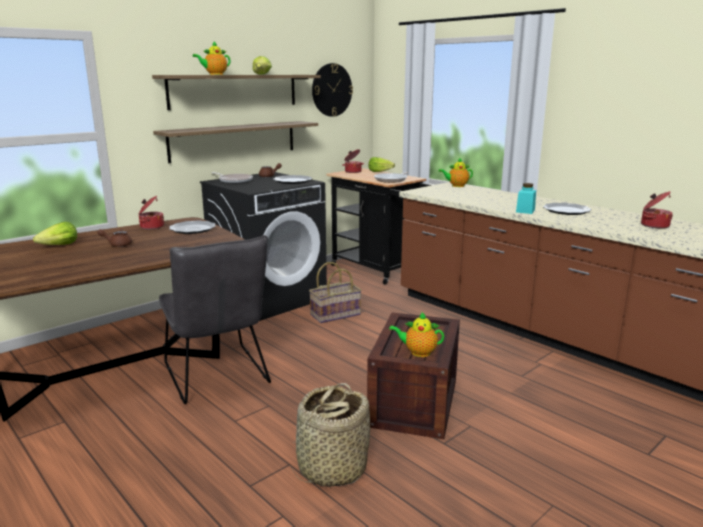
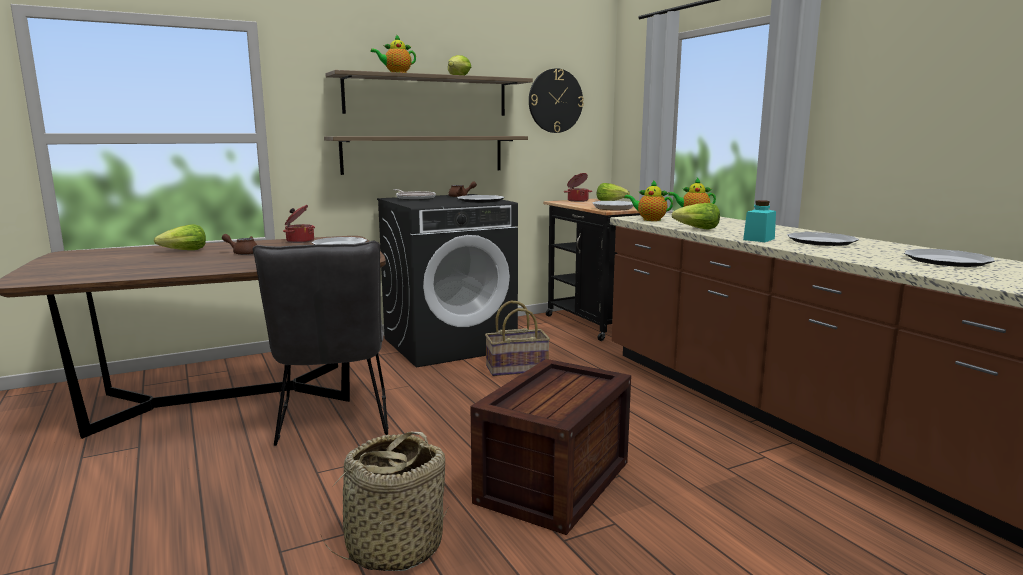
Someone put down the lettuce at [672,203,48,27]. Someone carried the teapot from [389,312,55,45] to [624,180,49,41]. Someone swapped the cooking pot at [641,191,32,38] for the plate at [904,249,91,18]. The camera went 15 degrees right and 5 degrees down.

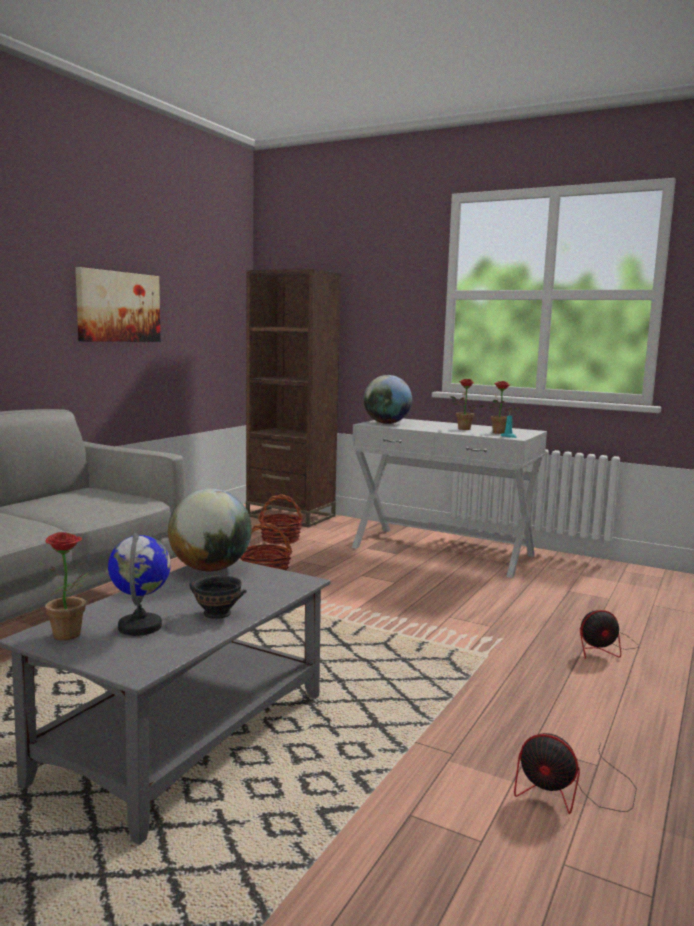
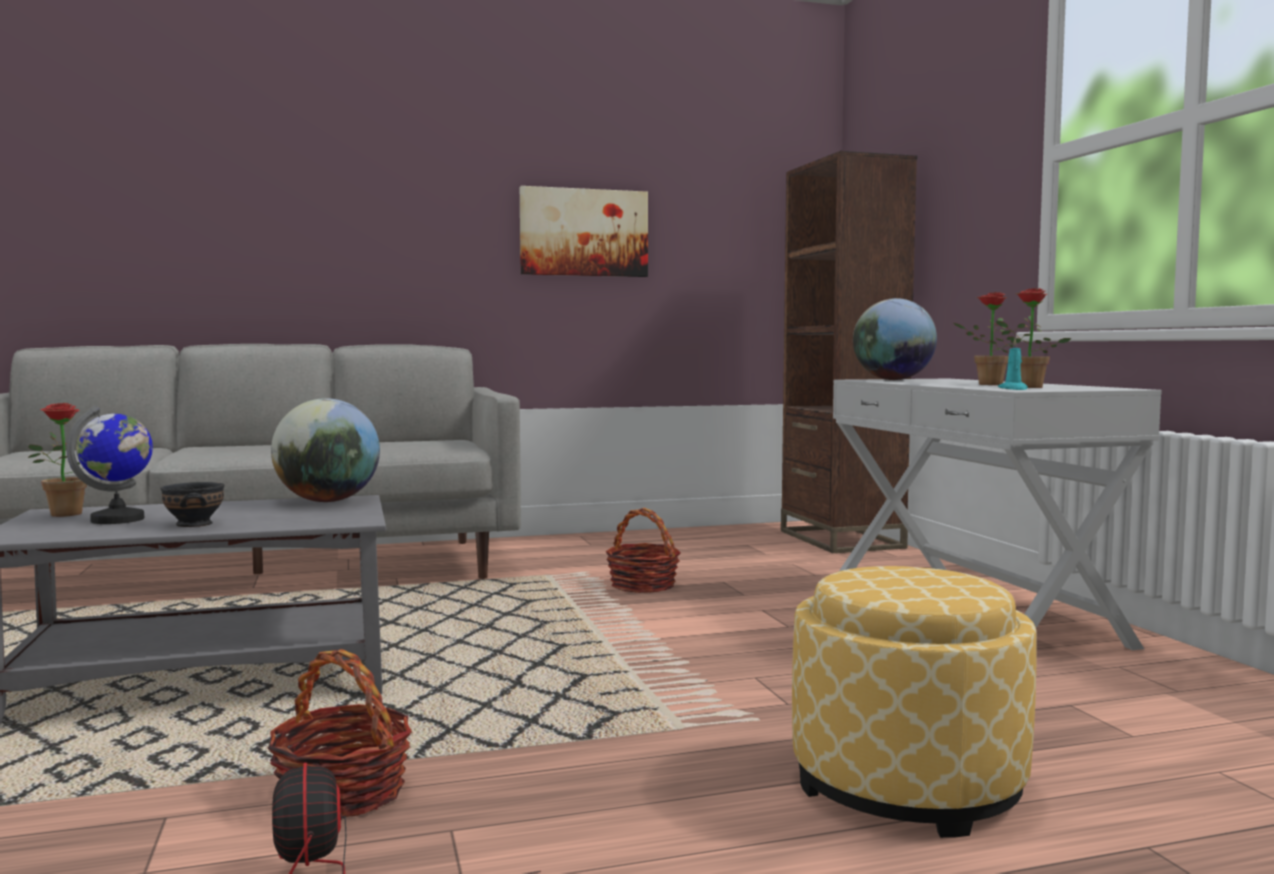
Someone carried the basket from [258,494,45,51] to [267,649,145,168]. Someone swapped the fan at [579,610,60,49] for the ottoman at [792,566,244,272]. The camera went 45 degrees right and 5 degrees down.

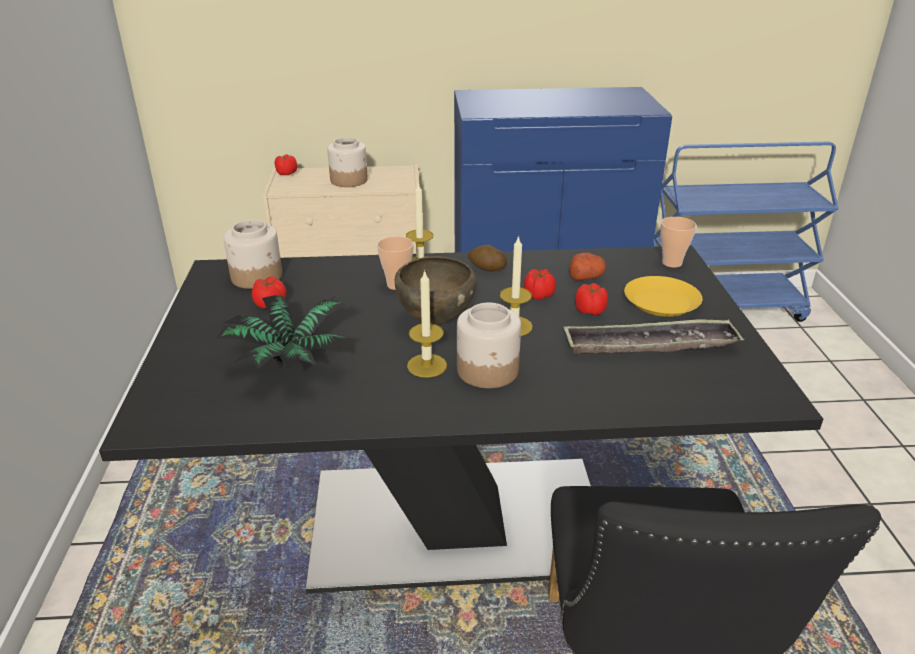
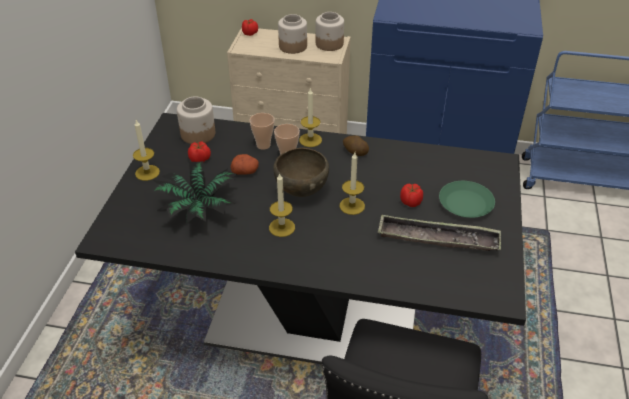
Someone took away the tomato at [524,269,32,31]. Someone put down the candle at [133,120,27,61]. Someone carried the jar from [457,303,64,85] to [316,12,28,39]. Someone carried the potato from [569,253,37,28] to [231,154,28,21]. Someone carried the cup from [660,217,36,51] to [250,113,24,37]. Someone repainted the yellow plate at [624,276,79,41], which became the green plate at [439,181,56,37]. The camera went 15 degrees right and 10 degrees up.

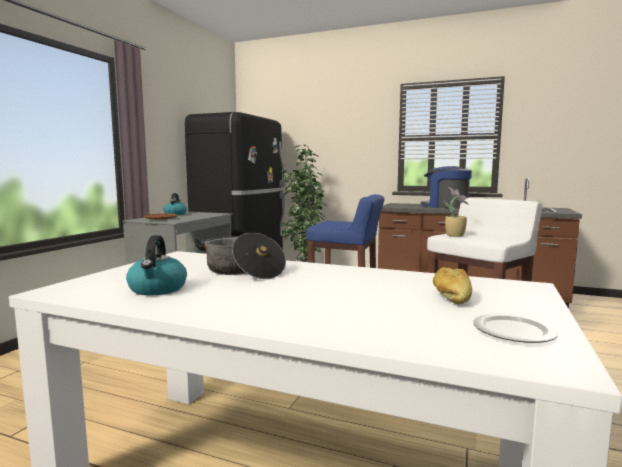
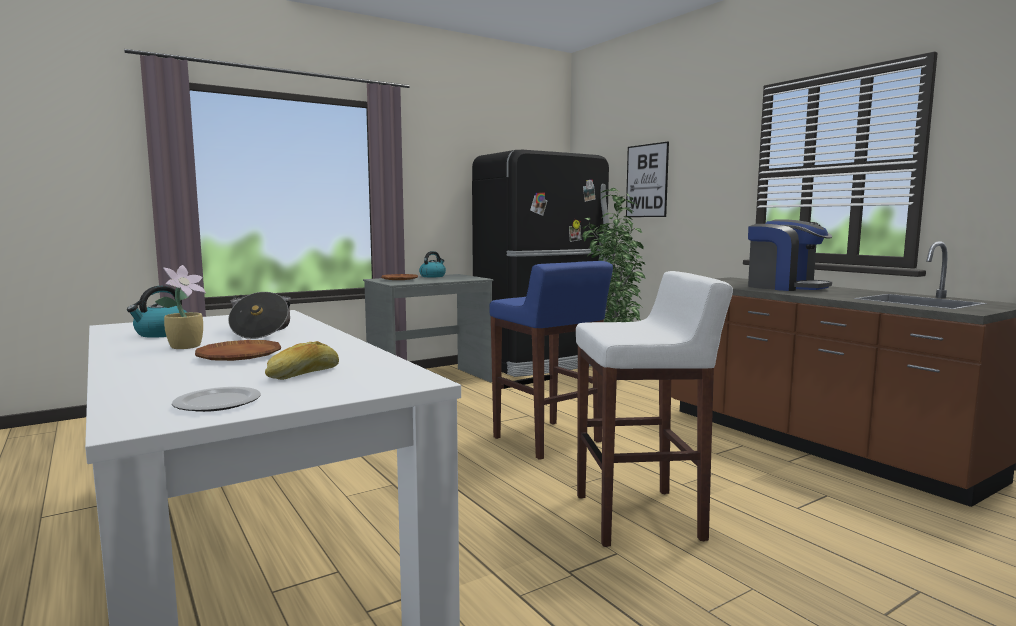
Someone put down the brown plate at [195,340,87,21]. Someone put up the picture at [626,142,43,75]. Someone carried the potted plant from [444,188,25,49] to [155,265,51,84]. Someone rotated the coffee machine at [421,166,51,43] by 150 degrees clockwise. The camera went 35 degrees right and 0 degrees up.

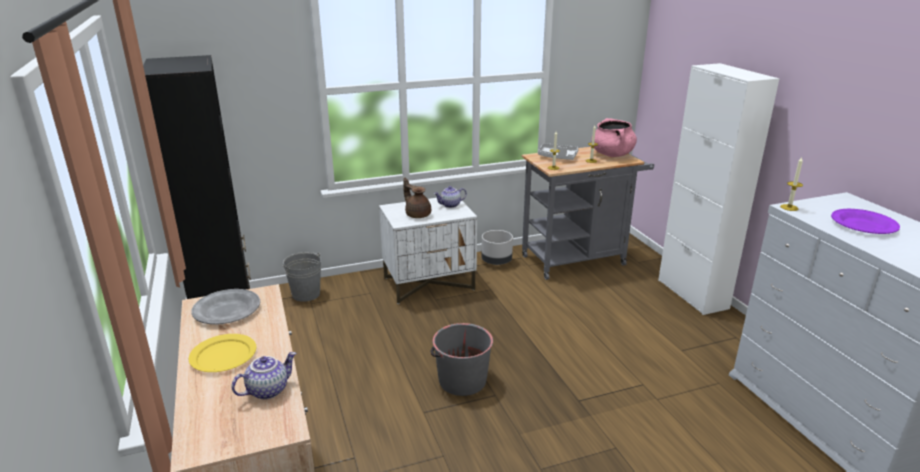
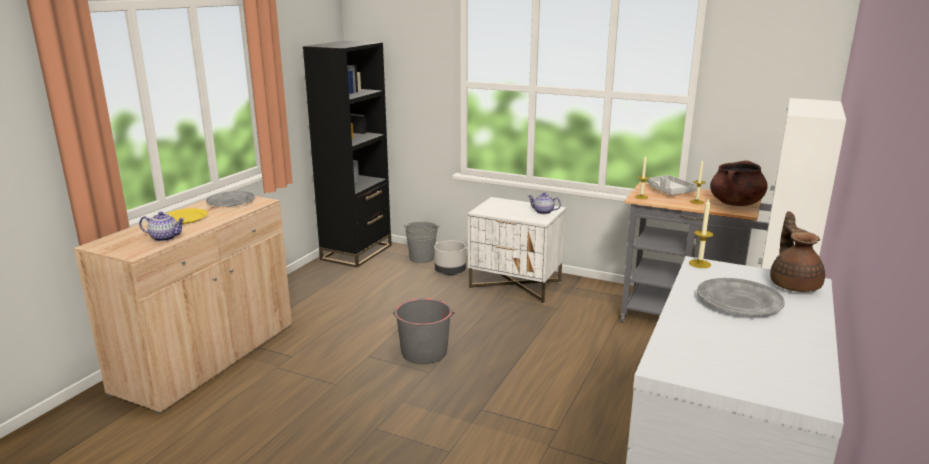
Someone carried the brown teapot from [403,178,28,40] to [770,211,55,81]. Someone carried the grey planter from [481,230,32,35] to [434,241,32,34]. Someone repainted the pink cooking pot at [591,118,46,39], which became the brown cooking pot at [710,161,58,45]. Someone repainted the purple plate at [831,209,69,25], which became the grey plate at [697,278,88,37]. The camera went 45 degrees right and 5 degrees down.

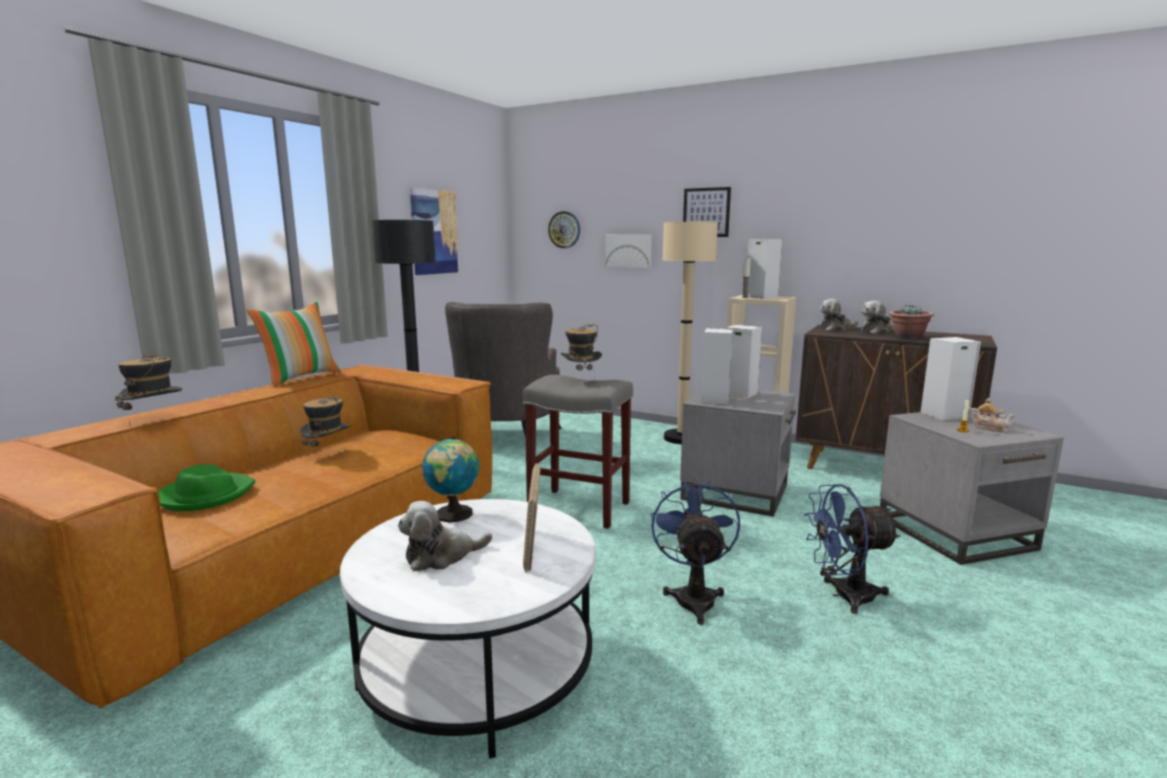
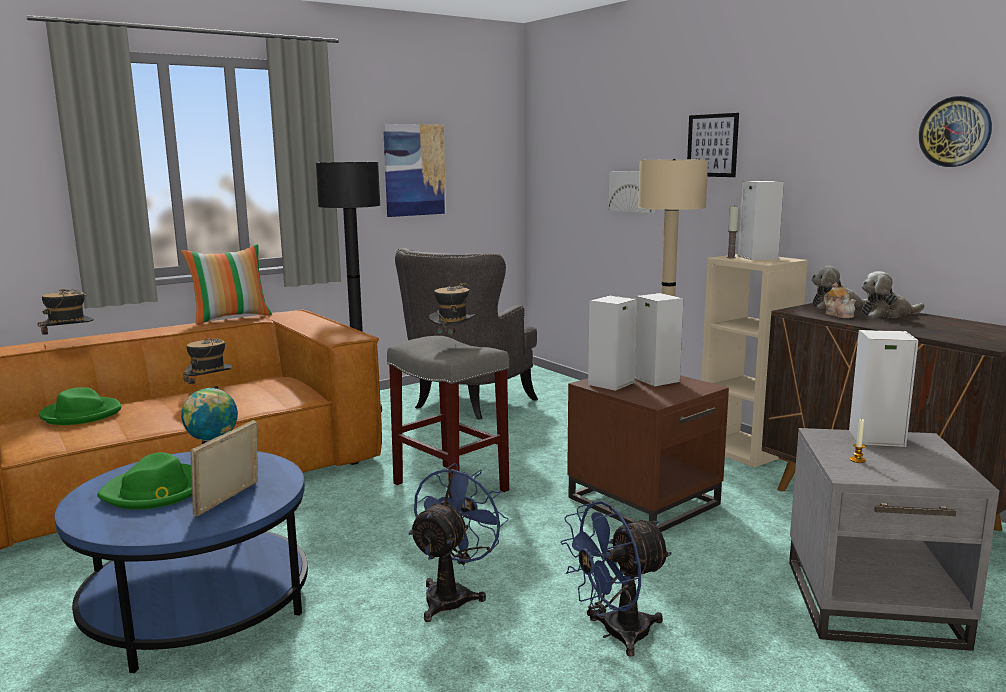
Someone took away the potted plant at [889,304,45,35]. Someone carried the wall clock from [548,211,32,37] to [919,96,73,71]. Someone carried the teapot from [969,398,47,34] to [824,283,32,35]. Someone swapped the plush toy at [398,501,95,70] for the green hat at [97,452,95,58]. Someone repainted the white coffee table at [340,499,256,260], which became the blue coffee table at [54,451,254,222]. Someone repainted the grey side table at [680,390,116,127], which became the brown side table at [567,375,162,157]. Someone rotated the blue fan at [804,484,96,130] by 45 degrees counterclockwise. The camera went 25 degrees right and 0 degrees up.

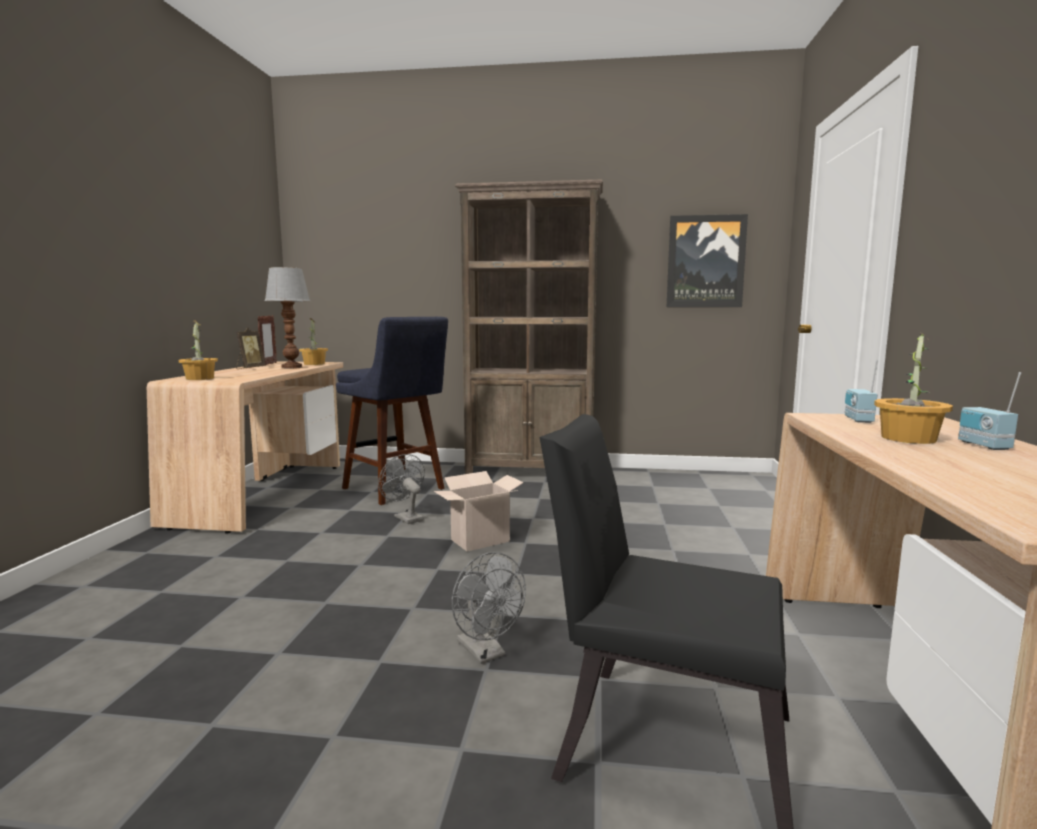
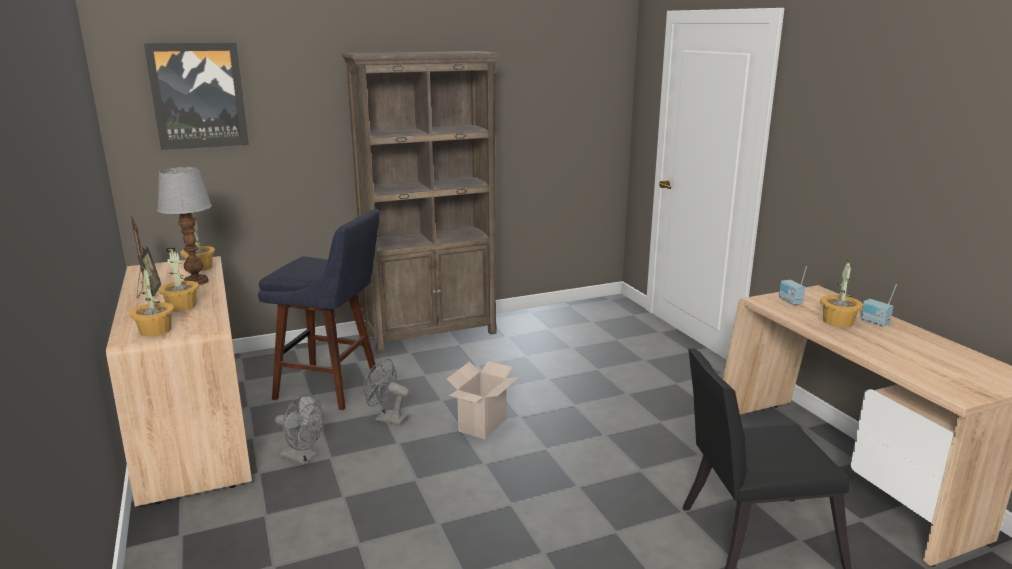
Someone put down the potted plant at [159,248,40,63]. Someone carried the grey fan from [452,552,74,112] to [275,394,49,71]. Someone carried the picture from [667,214,81,93] to [144,43,105,107]. The camera went 30 degrees left and 10 degrees up.

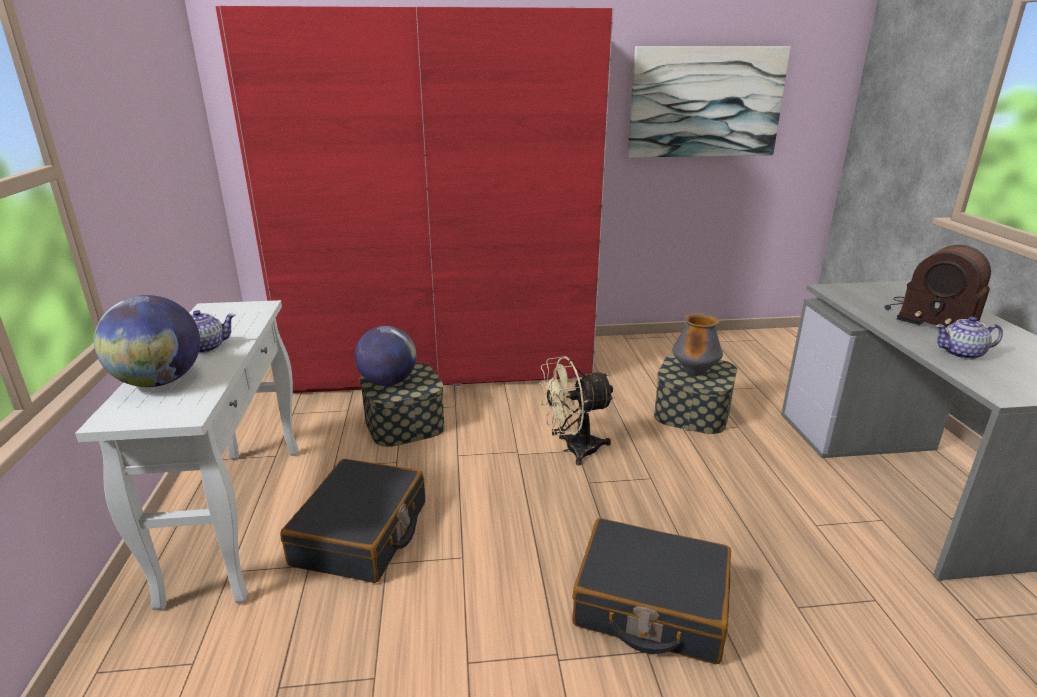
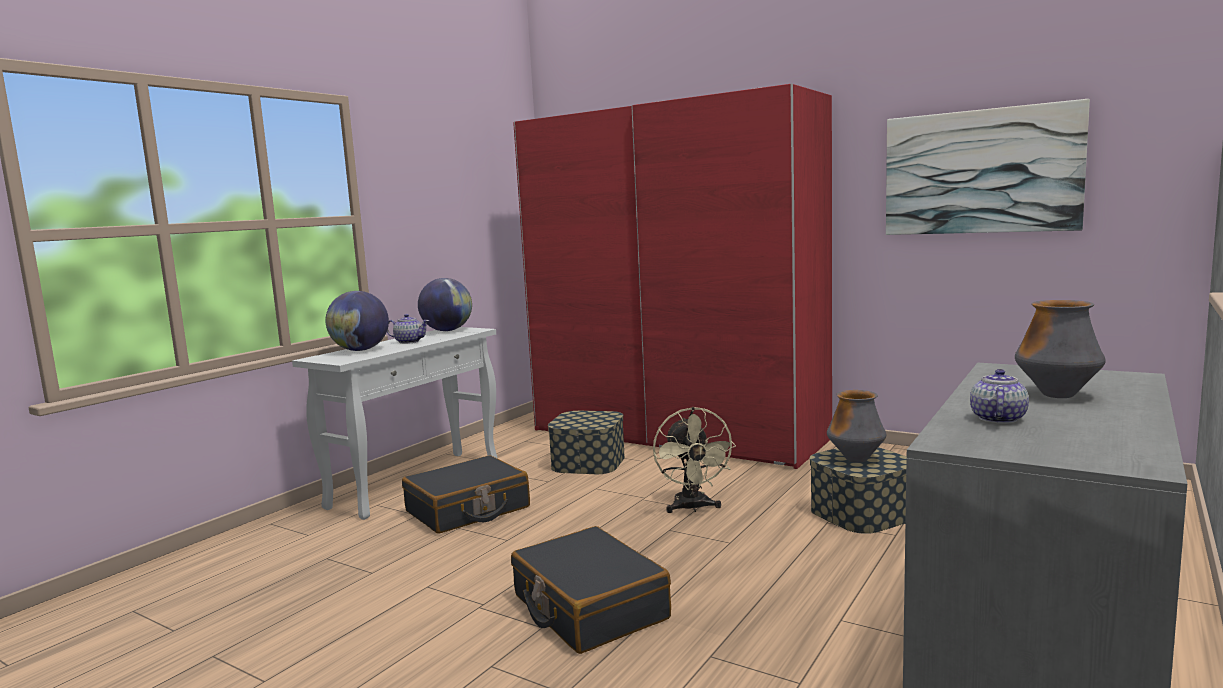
Someone carried the globe from [355,326,61,60] to [418,278,54,53]. Someone swapped the radio at [884,245,107,83] for the vase at [1015,300,91,98]. Someone rotated the beige fan at [539,356,76,109] by 120 degrees counterclockwise. Someone rotated the teapot at [936,316,67,44] by 75 degrees clockwise. The camera went 40 degrees right and 15 degrees down.

